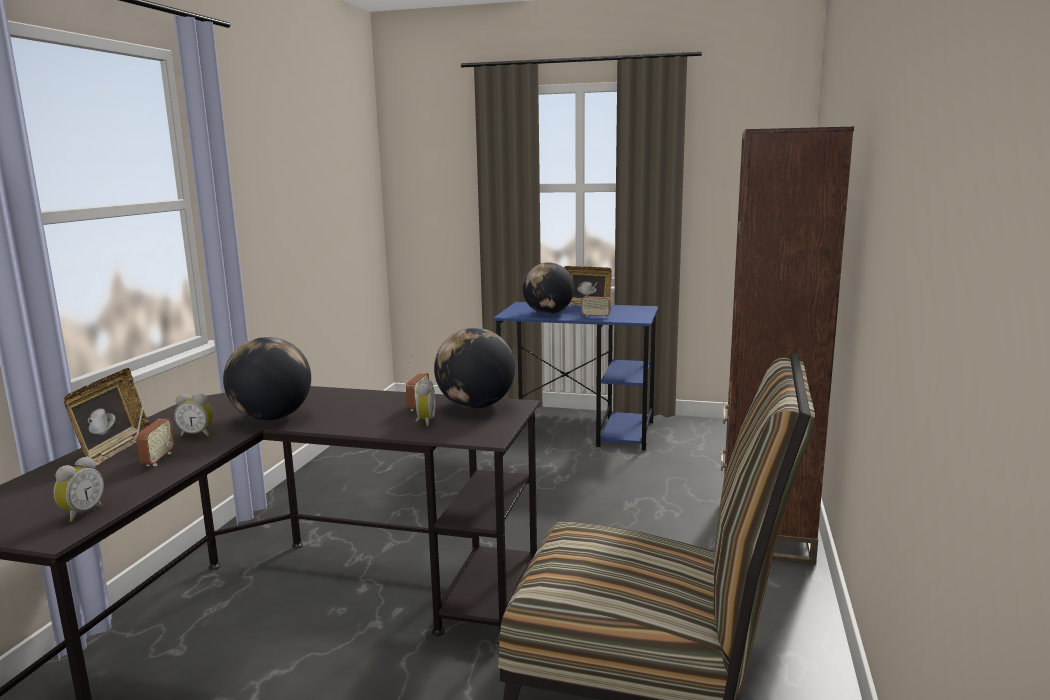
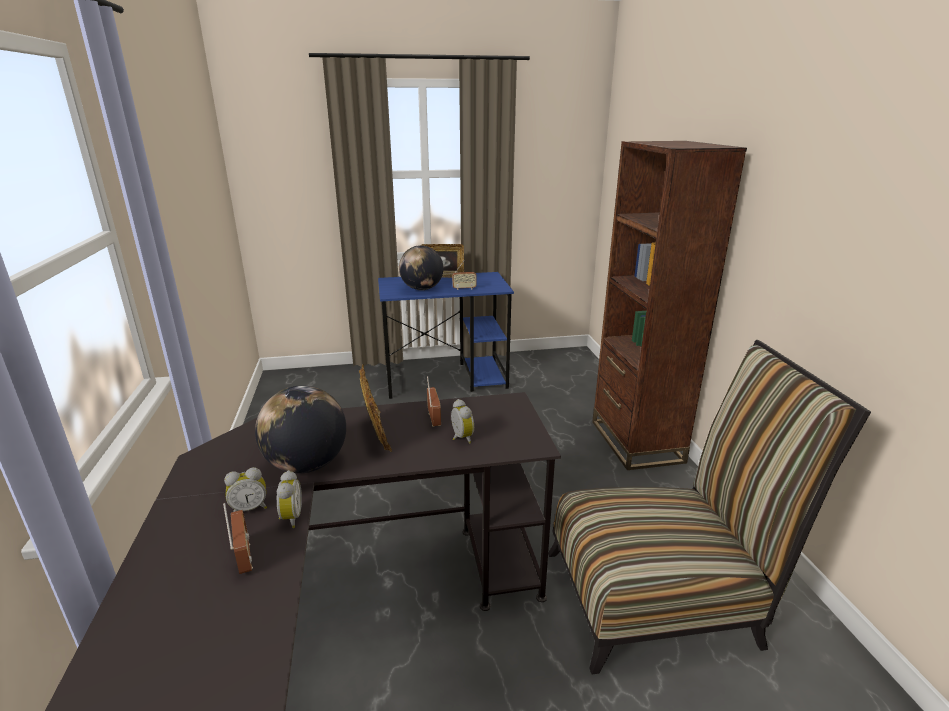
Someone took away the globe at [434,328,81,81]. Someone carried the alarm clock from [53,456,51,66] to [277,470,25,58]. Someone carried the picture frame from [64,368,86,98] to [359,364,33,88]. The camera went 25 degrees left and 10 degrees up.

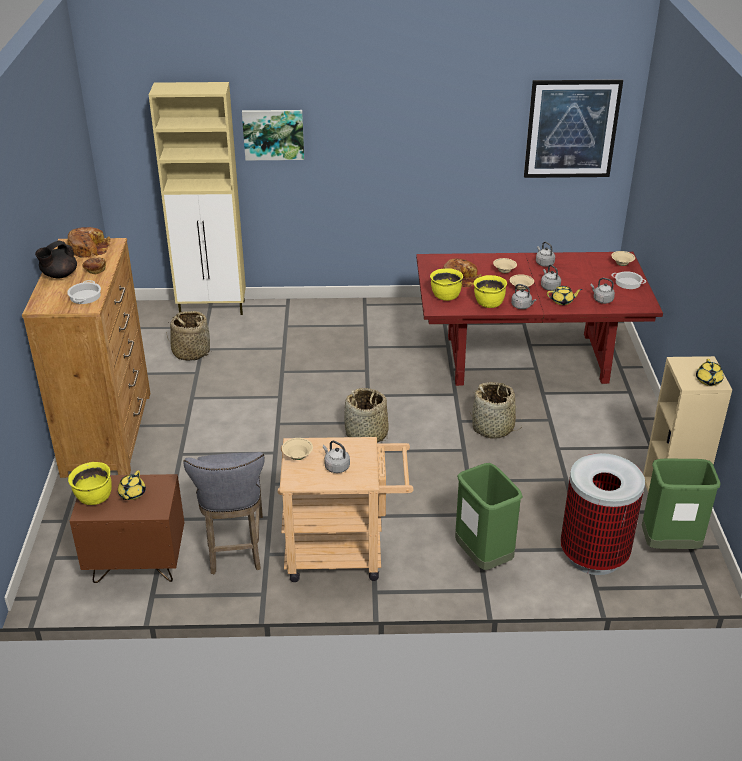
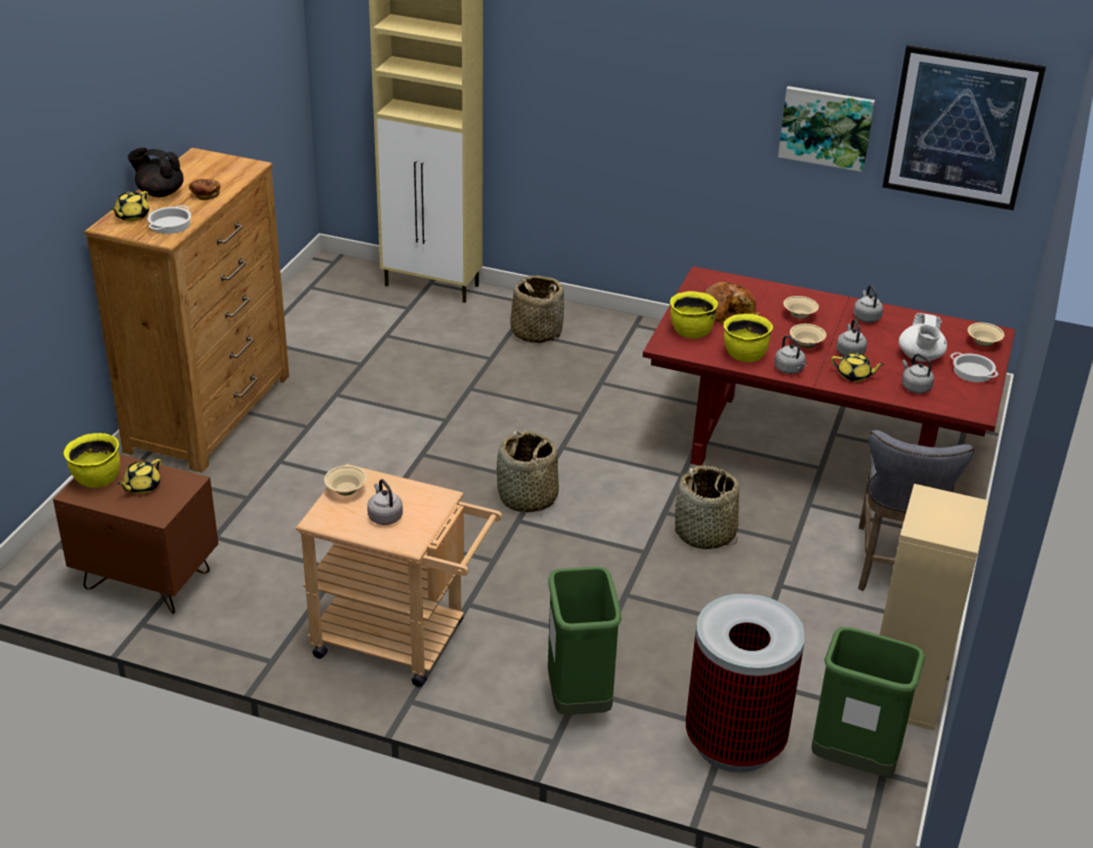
Someone took away the bread at [67,227,44,31]. Someone put down the white teapot at [899,313,48,49]. Someone carried the basket from [166,311,46,50] to [510,275,54,68]. Someone carried the grey stool from [183,452,82,122] to [858,430,116,161]. Someone carried the picture from [242,110,62,50] to [778,86,97,86]. Someone carried the yellow teapot from [696,359,28,27] to [111,191,38,30]. Someone rotated the black teapot at [35,240,42,39] by 45 degrees clockwise. The camera went 20 degrees right and 0 degrees up.

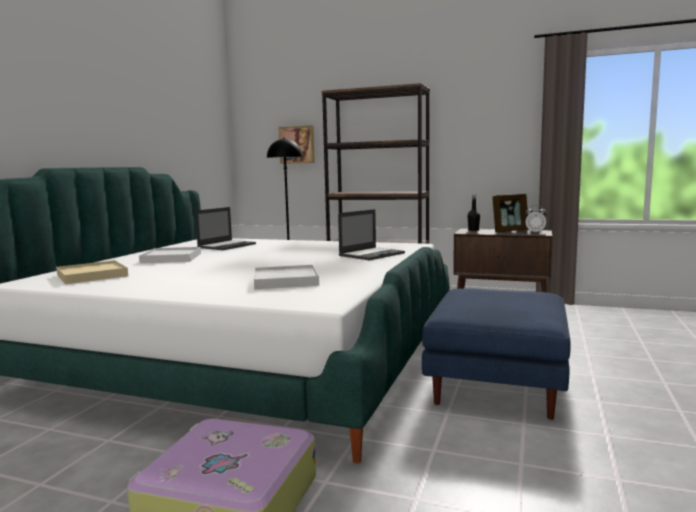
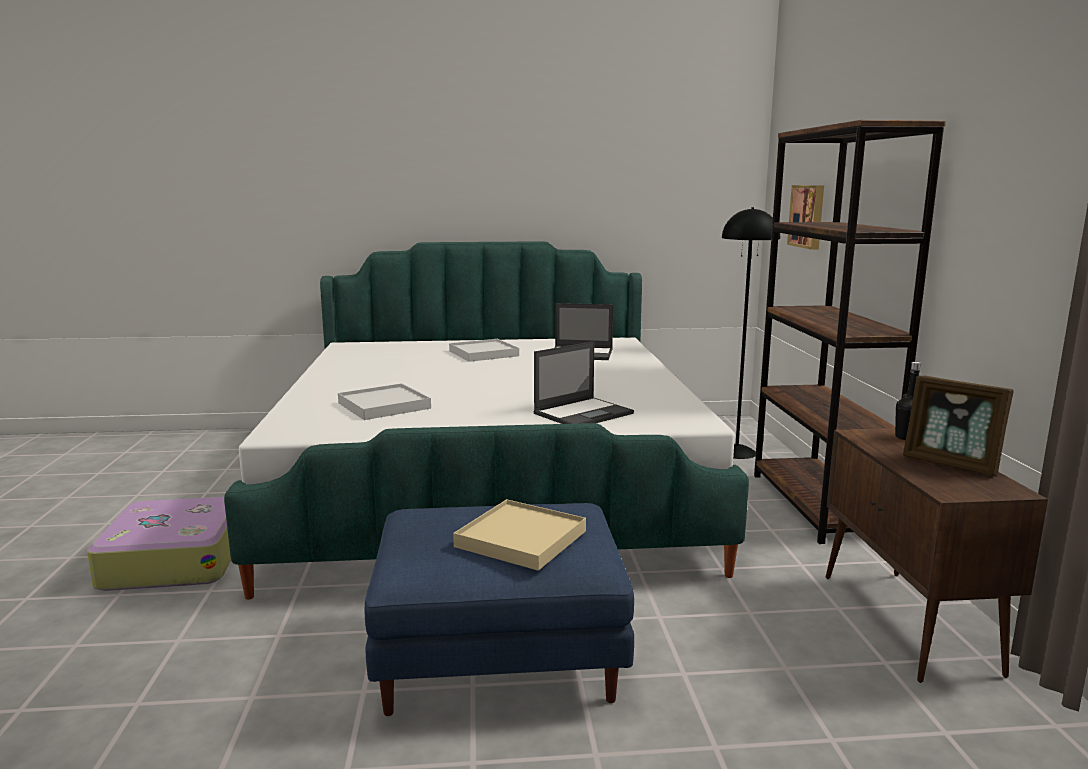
Someone took away the alarm clock at [525,205,22,28]. Someone carried the beige tray from [56,260,72,24] to [453,499,133,72]. Someone rotated the laptop at [338,209,67,51] by 60 degrees counterclockwise. The camera went 65 degrees right and 5 degrees up.

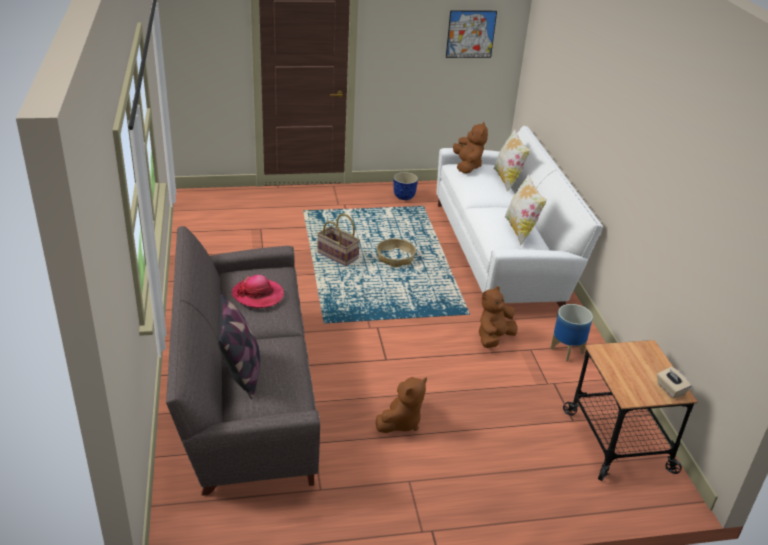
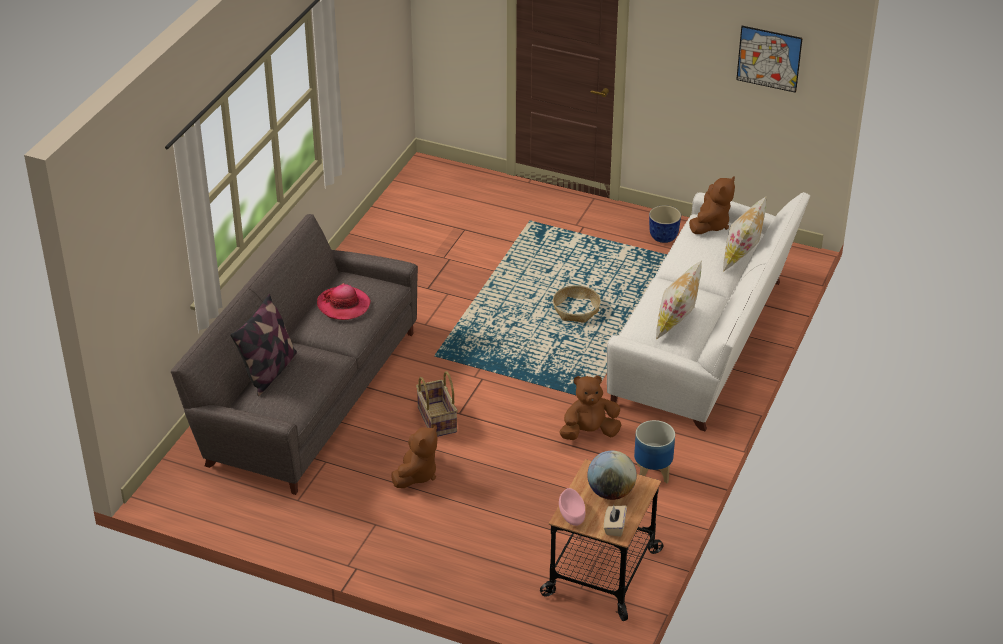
Someone put down the pink bowl at [559,488,26,38]. Someone put down the globe at [587,451,50,49]. Someone carried the basket from [317,214,43,52] to [416,371,42,66]. Someone rotated the brown plush toy at [376,377,51,56] by 45 degrees counterclockwise. The camera went 35 degrees right and 5 degrees up.

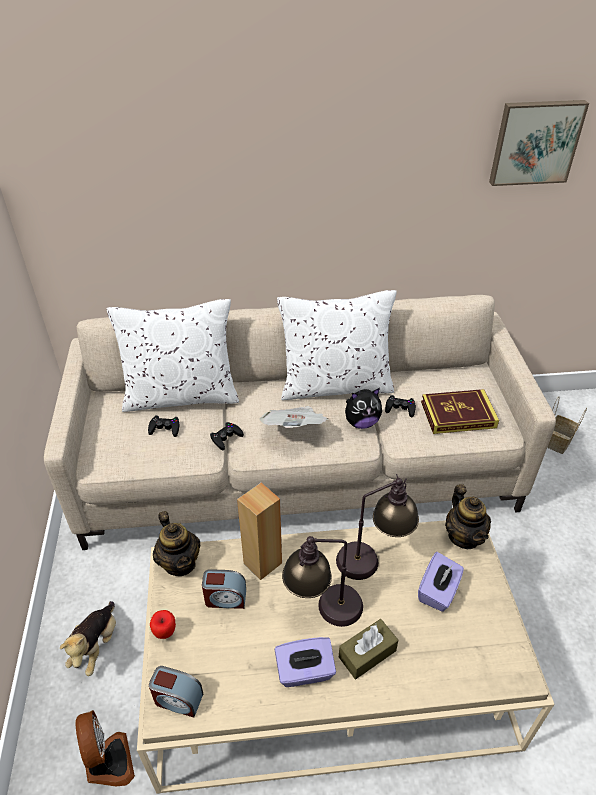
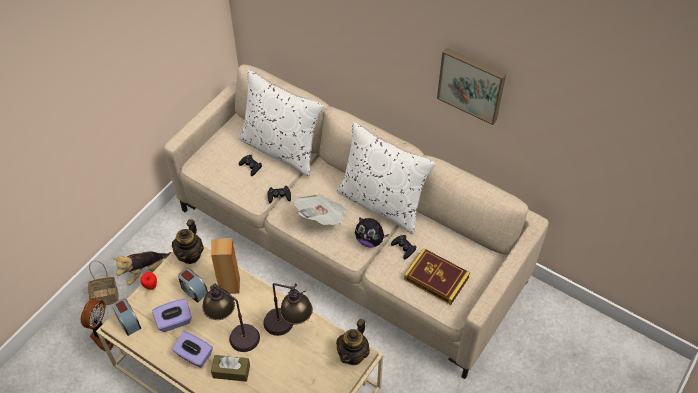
Someone carried the purple tissue box from [418,552,46,60] to [152,299,40,33]. Someone carried the picture from [489,100,100,86] to [437,47,69,78]. Someone carried the basket from [547,396,40,58] to [88,260,30,46]. The camera went 40 degrees right and 10 degrees up.

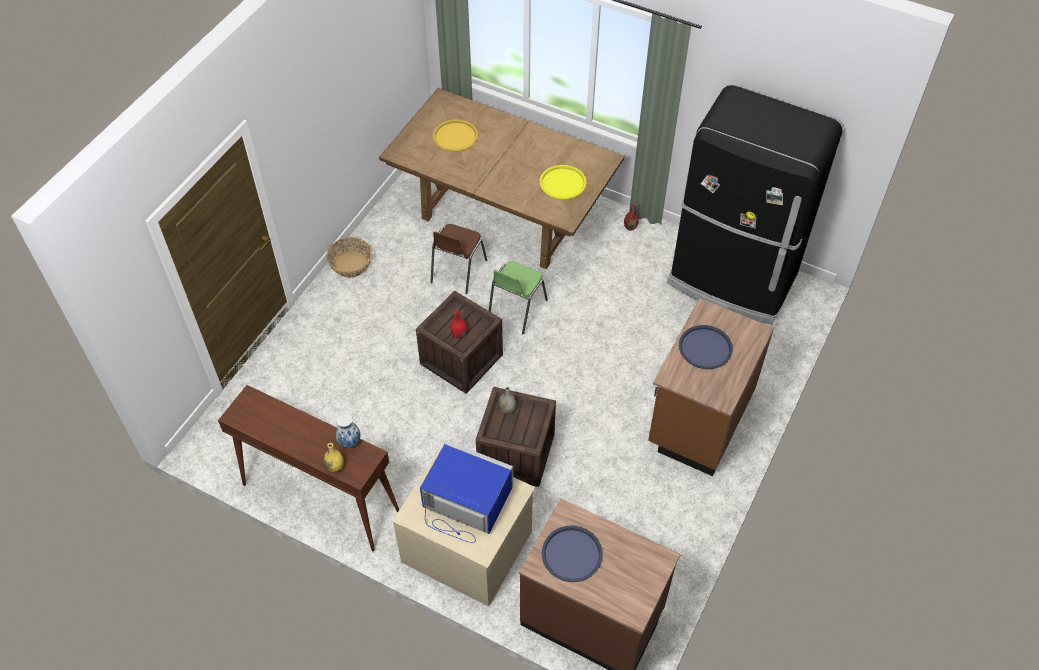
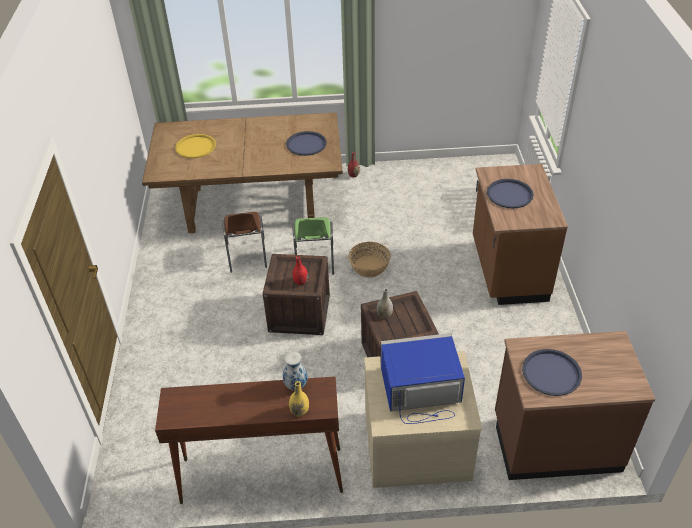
Someone took away the black fridge at [667,85,175,240]. Someone carried the basket from [326,237,46,41] to [348,242,43,35]. Someone repainted the yellow tray at [539,165,48,35], which became the blue tray at [286,131,41,25]. The camera went 30 degrees left and 10 degrees down.

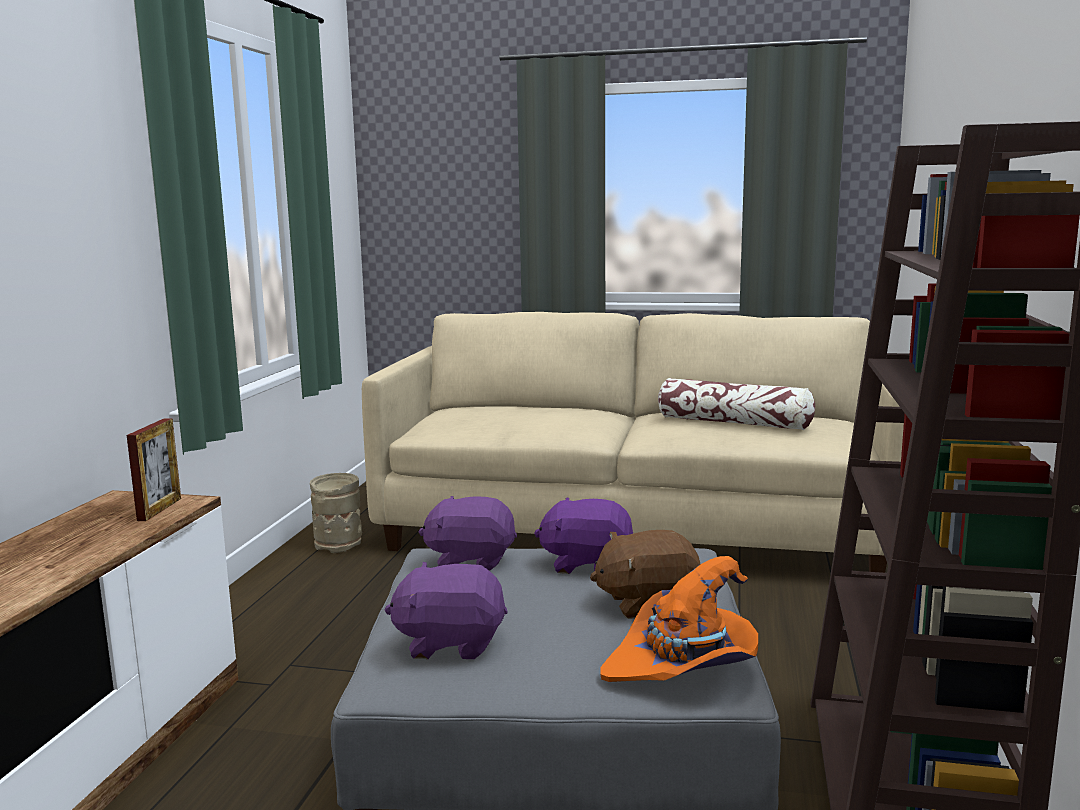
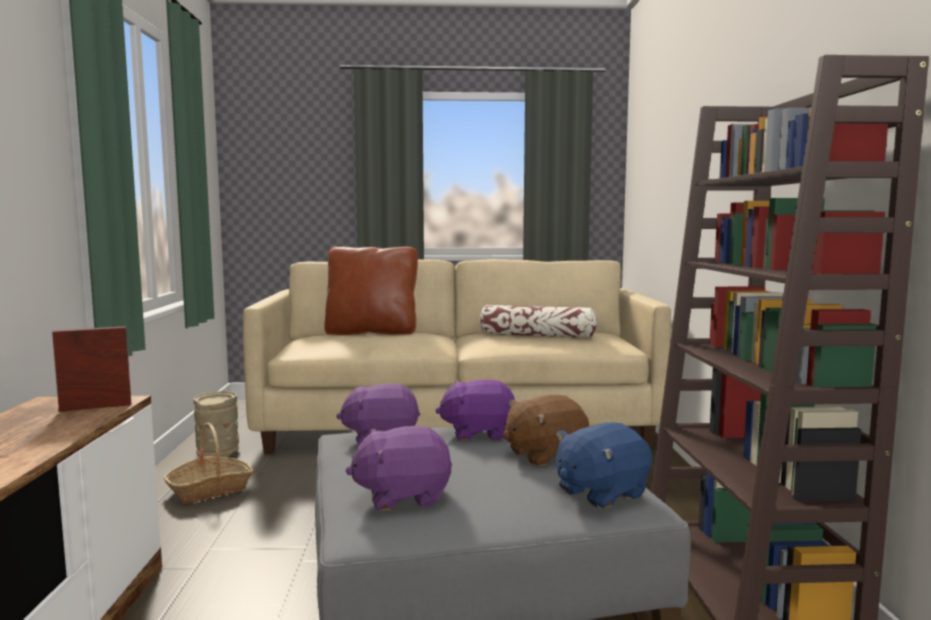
Someone put down the basket at [164,423,90,81]. Someone put down the brown pillow at [324,246,94,89]. Someone swapped the orange hat at [600,556,158,126] for the blue plush toy at [556,422,96,86]. Someone rotated the picture frame at [127,418,54,103] by 105 degrees counterclockwise. The camera went 15 degrees left and 5 degrees down.

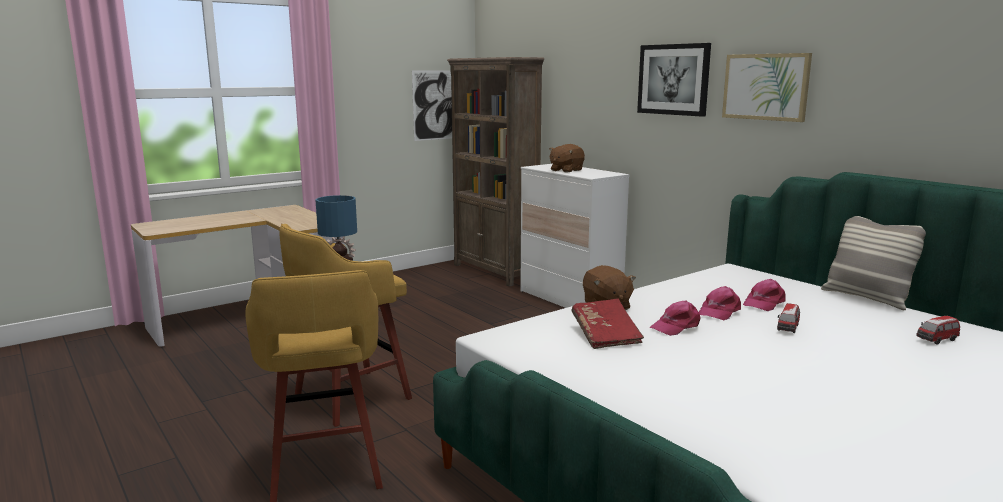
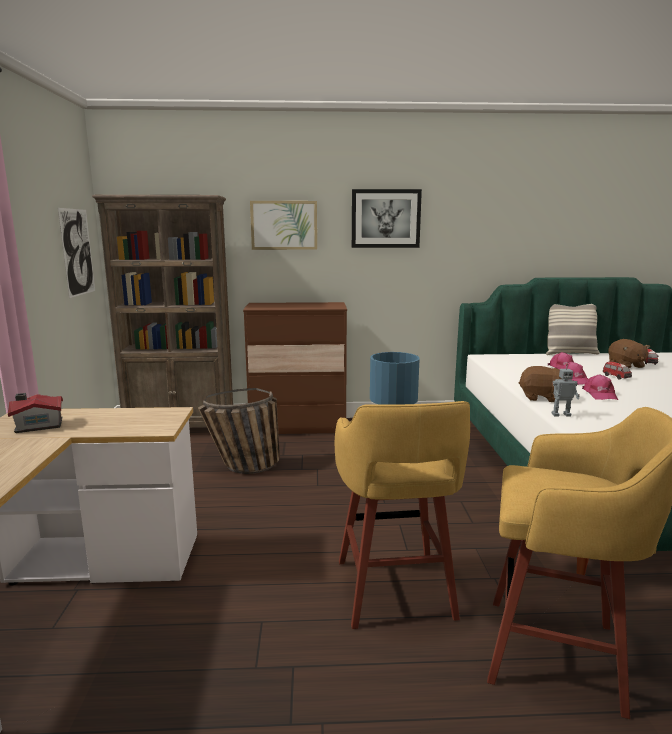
Someone took away the red book at [571,298,73,51]. Someone put down the toy house at [8,393,55,40]. Someone put down the basket at [198,388,82,86]. Someone put down the toy robot at [552,363,28,54]. Someone carried the brown plush toy from [549,144,36,29] to [608,339,42,29]. Someone carried the picture from [722,53,90,69] to [250,201,67,49]. Someone repainted the white dresser at [520,164,110,144], which became the brown dresser at [243,302,104,132]. The camera went 55 degrees left and 0 degrees up.

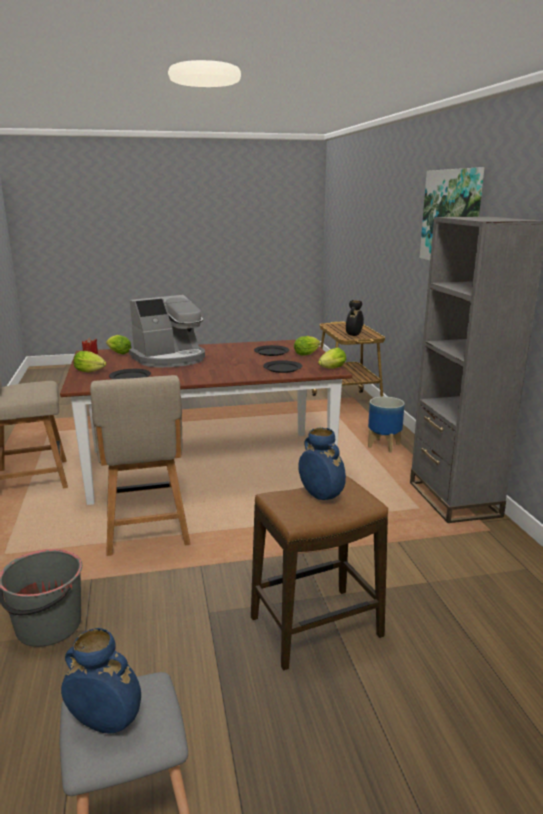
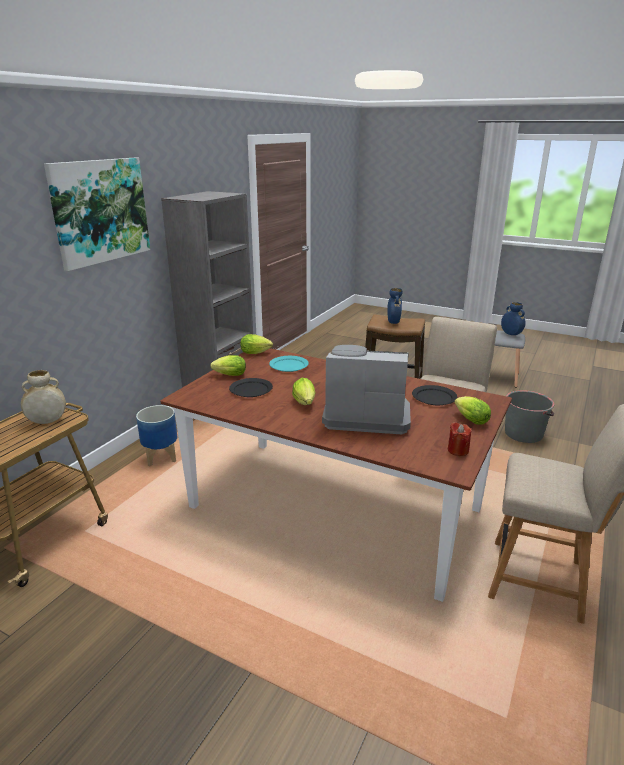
Someone carried the lettuce from [106,335,25,19] to [292,378,23,27]. Someone repainted the black plate at [263,360,39,13], which became the turquoise plate at [269,356,40,16]. Someone repainted the black vase at [346,300,18,36], which became the beige vase at [21,370,45,54]. The camera went 140 degrees left and 5 degrees up.

